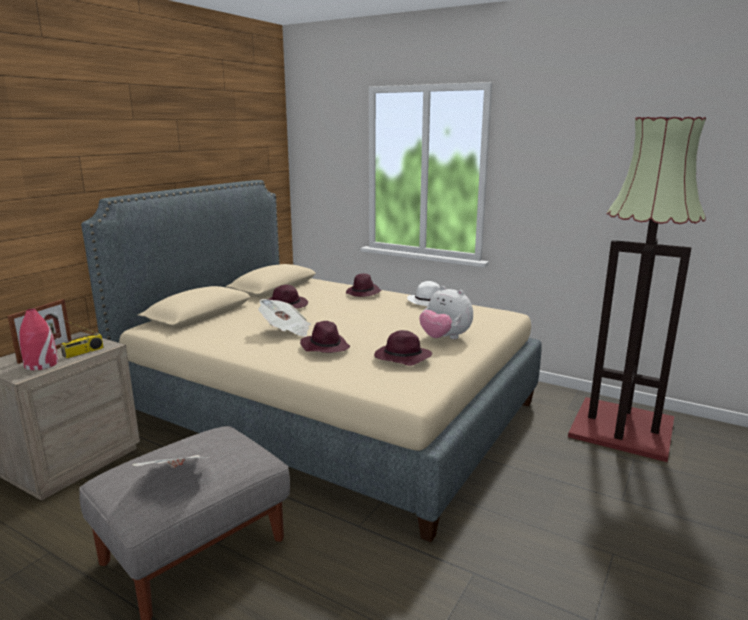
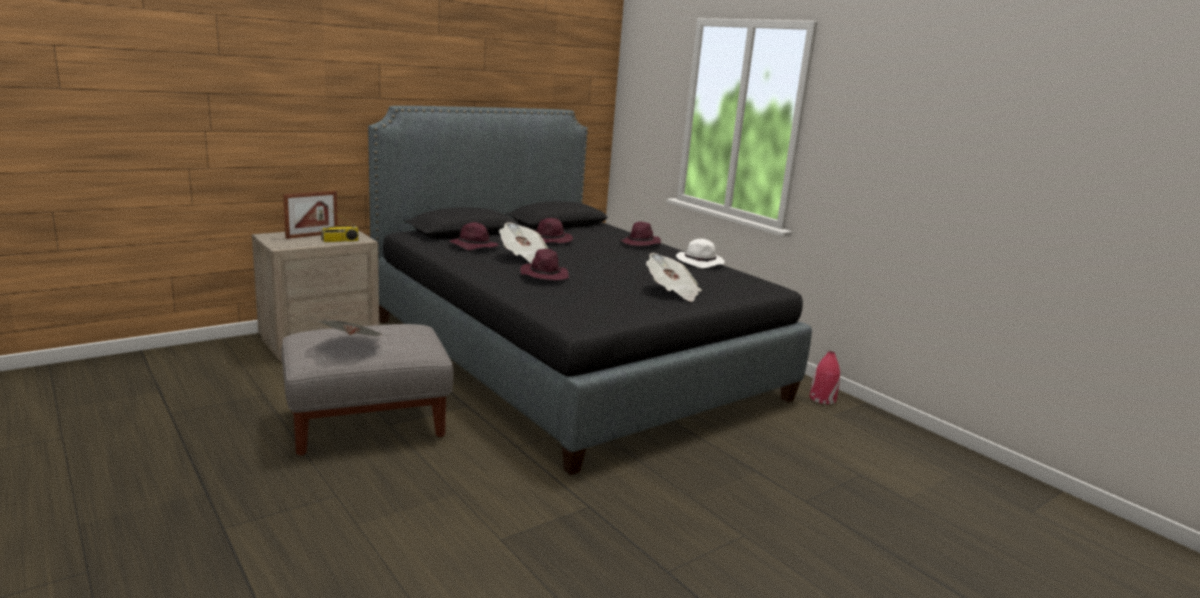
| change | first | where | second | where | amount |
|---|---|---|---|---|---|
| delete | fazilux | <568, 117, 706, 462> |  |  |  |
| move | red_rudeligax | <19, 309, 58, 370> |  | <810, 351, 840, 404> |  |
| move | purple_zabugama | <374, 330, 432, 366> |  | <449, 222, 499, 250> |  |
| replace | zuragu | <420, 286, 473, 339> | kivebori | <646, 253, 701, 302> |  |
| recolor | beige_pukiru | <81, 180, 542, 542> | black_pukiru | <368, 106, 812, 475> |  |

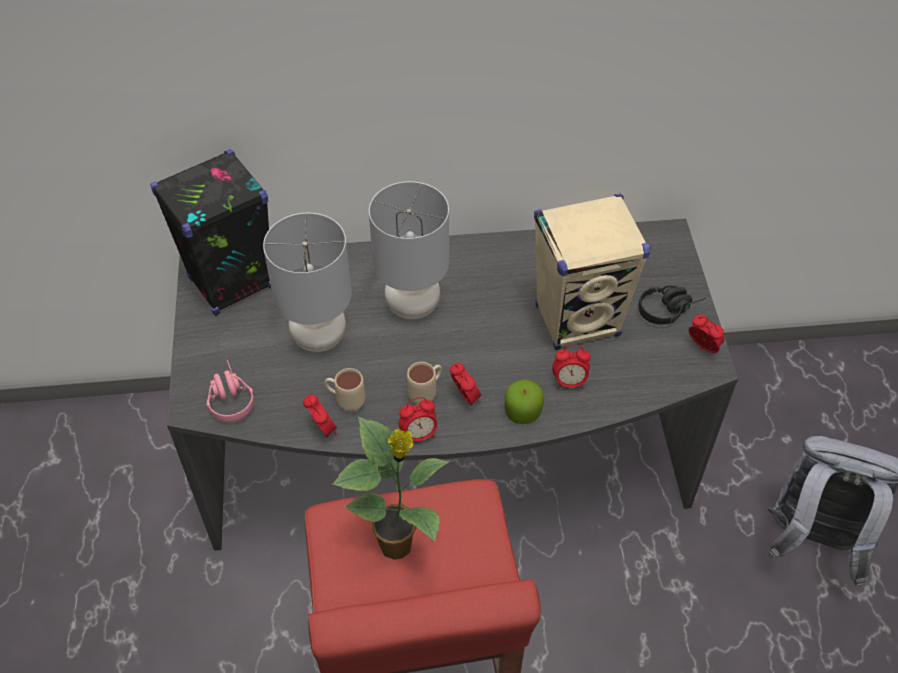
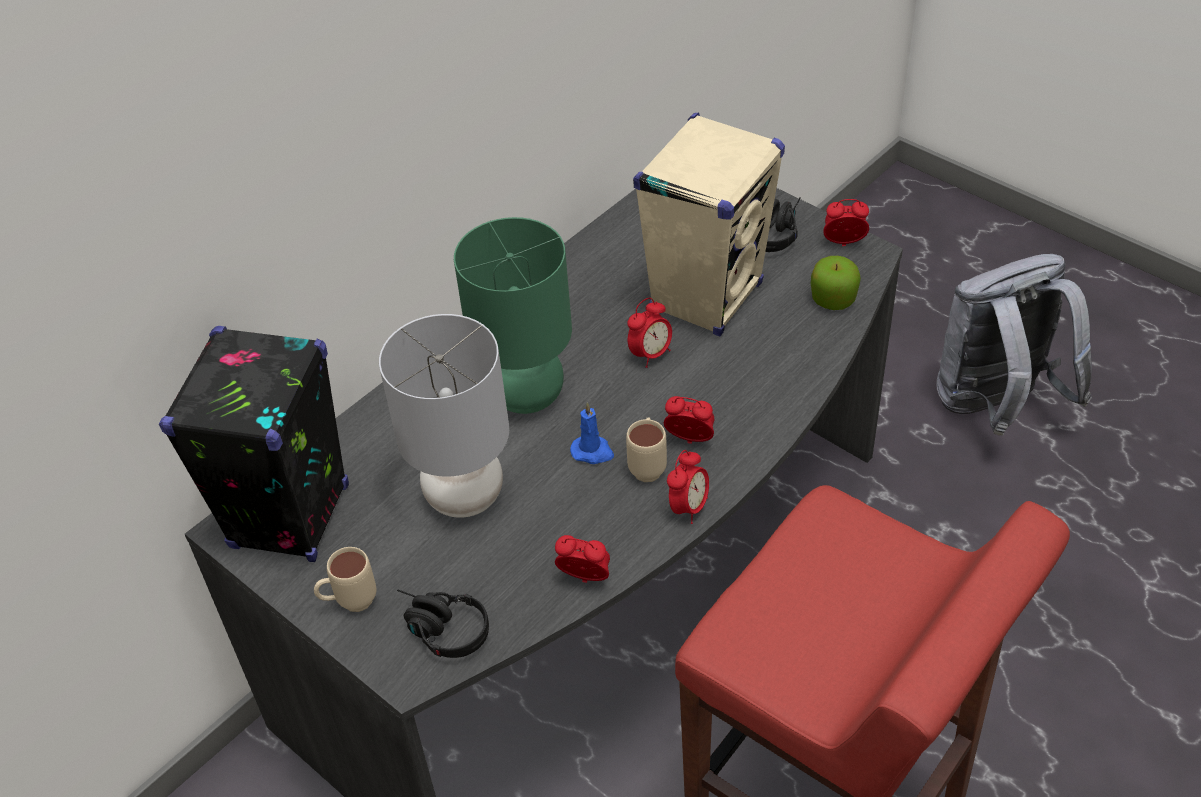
| change | first | where | second | where | amount |
|---|---|---|---|---|---|
| delete | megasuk | <331, 417, 450, 560> |  |  |  |
| insert |  |  | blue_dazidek | <570, 402, 614, 464> |  |
| move | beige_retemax | <325, 368, 365, 412> |  | <314, 547, 376, 612> |  |
| move | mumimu | <505, 379, 544, 424> |  | <811, 256, 861, 310> |  |
| move | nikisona | <552, 345, 591, 389> |  | <627, 298, 672, 368> |  |
| recolor | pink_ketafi | <206, 360, 254, 422> | black_ketafi | <397, 590, 489, 658> |  |
| recolor | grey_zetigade | <369, 181, 449, 319> | green_zetigade | <454, 217, 572, 414> |  |

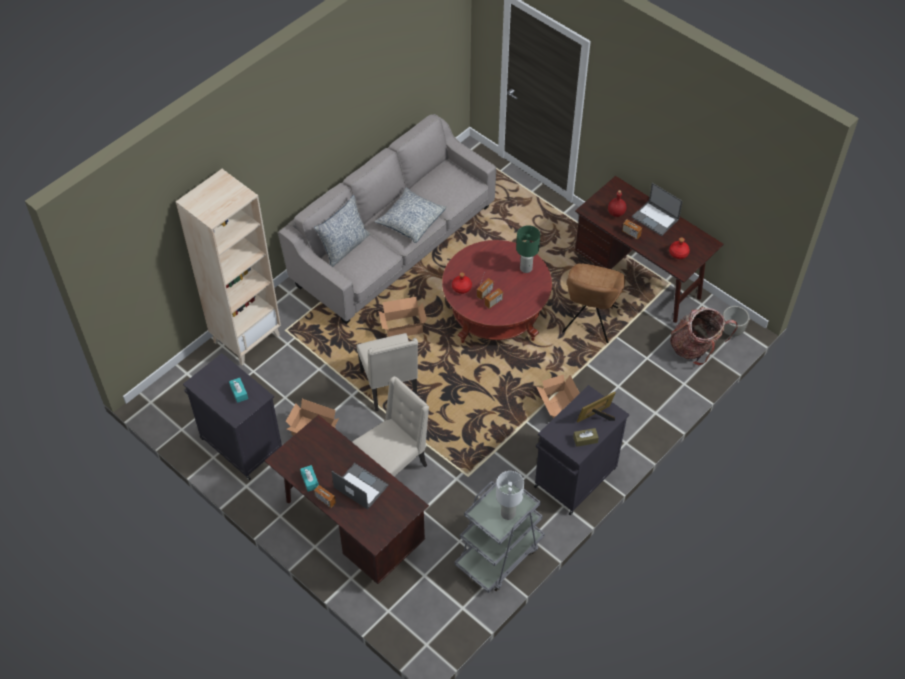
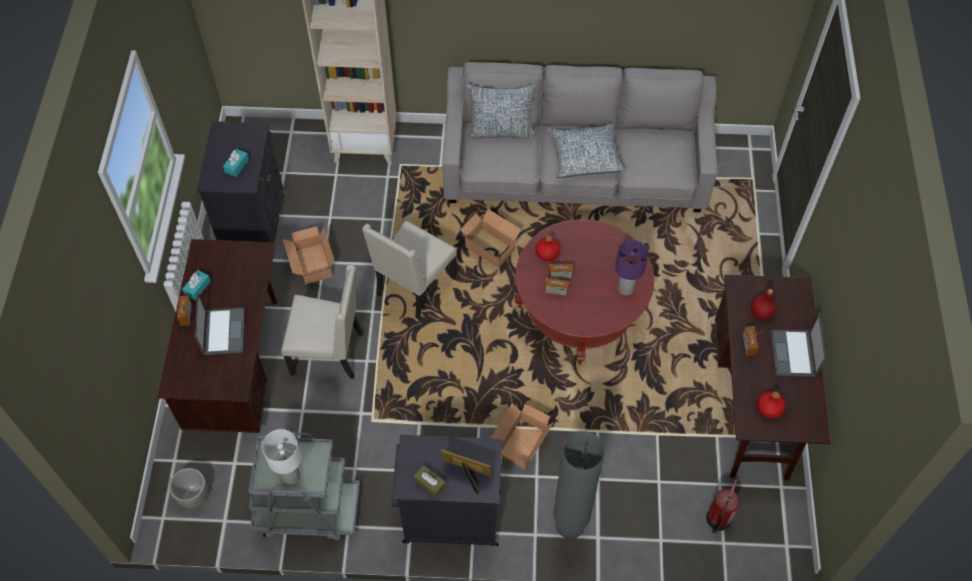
| change | first | where | second | where | amount |
|---|---|---|---|---|---|
| delete | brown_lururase | <562, 263, 625, 343> |  |  |  |
| insert |  |  | grey_fazilux | <553, 431, 605, 539> |  |
| move | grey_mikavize | <722, 306, 749, 336> |  | <169, 468, 208, 508> |  |
| replace | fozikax | <670, 307, 738, 366> | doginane | <706, 479, 740, 533> |  |
| recolor | green_zetigade | <516, 225, 540, 273> | purple_zetigade | <615, 240, 648, 295> |  |

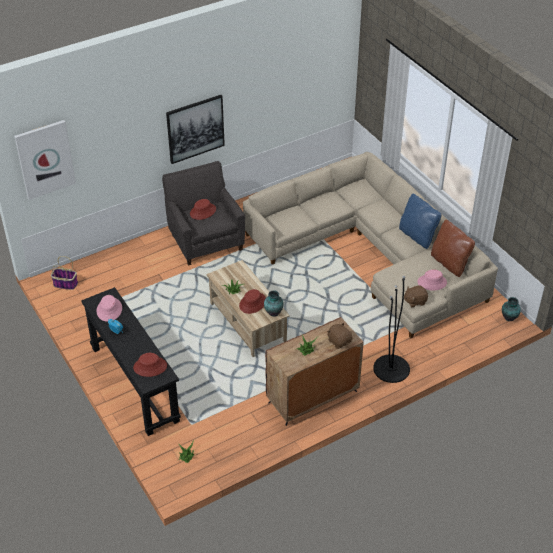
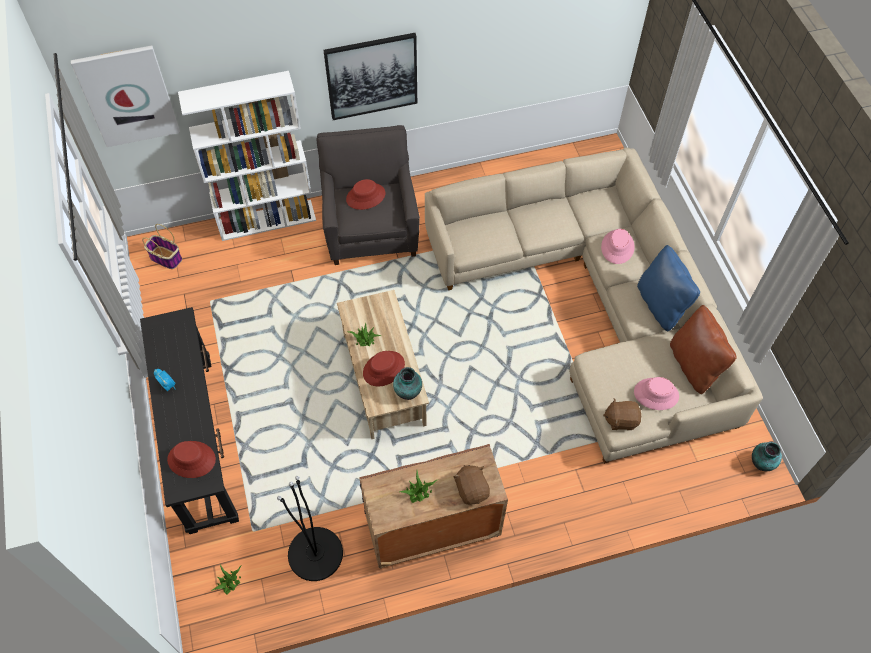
| change | first | where | second | where | amount |
|---|---|---|---|---|---|
| insert |  |  | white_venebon | <178, 71, 316, 241> |  |
| move | pink_zabugama | <96, 295, 122, 322> |  | <601, 229, 635, 264> |  |
| move | black_fazilux | <373, 276, 410, 383> |  | <277, 476, 343, 581> |  |

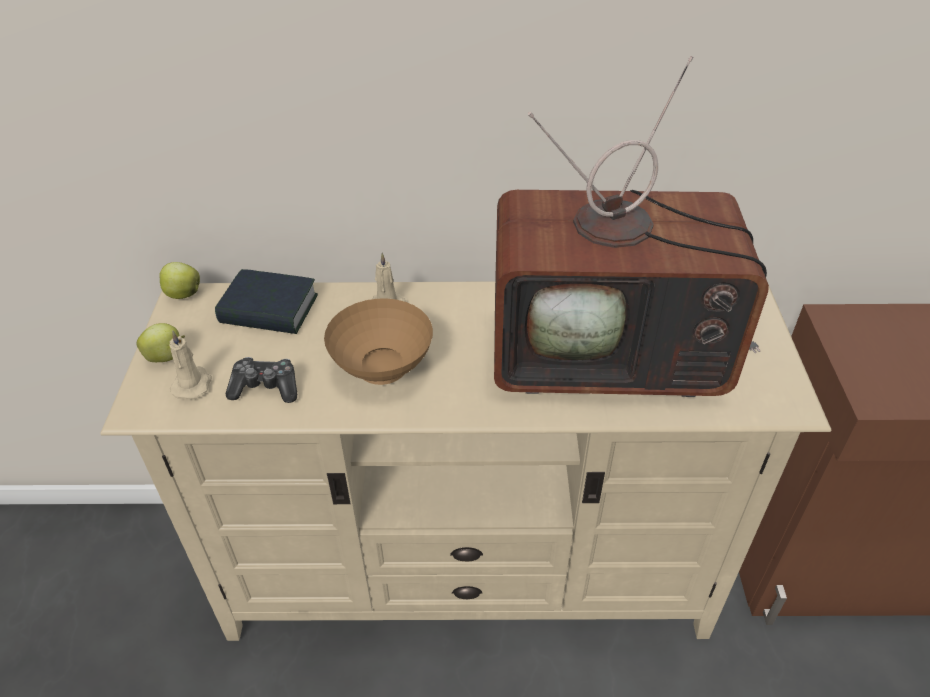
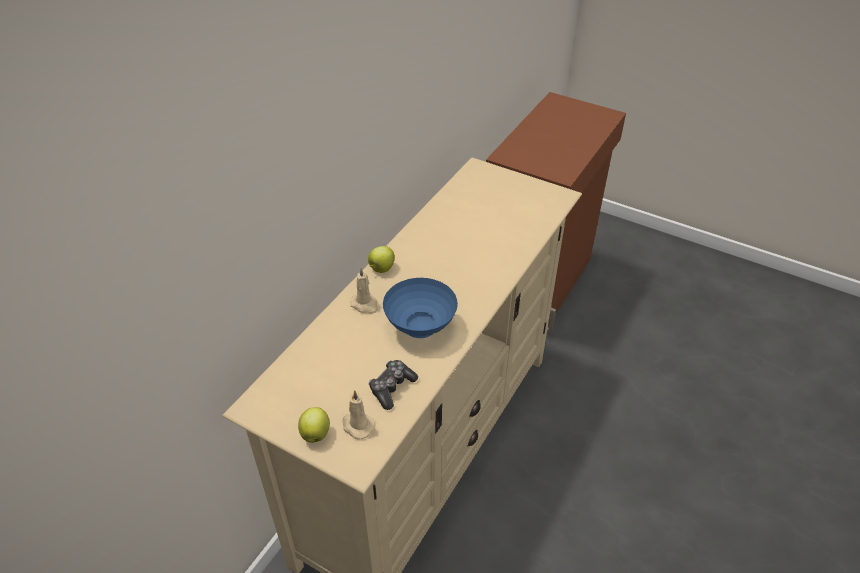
| change | first | where | second | where | amount |
|---|---|---|---|---|---|
| delete | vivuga | <215, 269, 318, 334> |  |  |  |
| delete | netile | <494, 56, 769, 397> |  |  |  |
| move | mumimu | <159, 262, 200, 299> |  | <368, 246, 395, 273> |  |
| recolor | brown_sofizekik | <324, 298, 433, 385> | blue_sofizekik | <383, 278, 458, 338> |  |

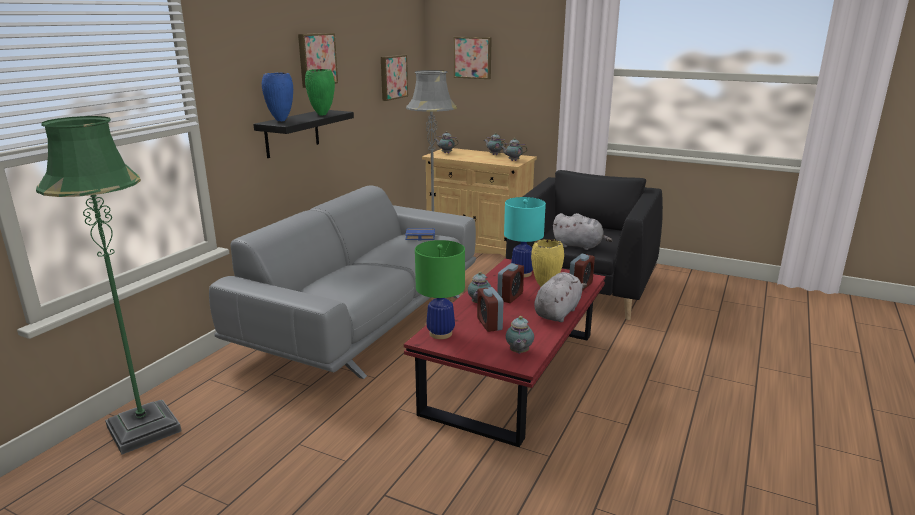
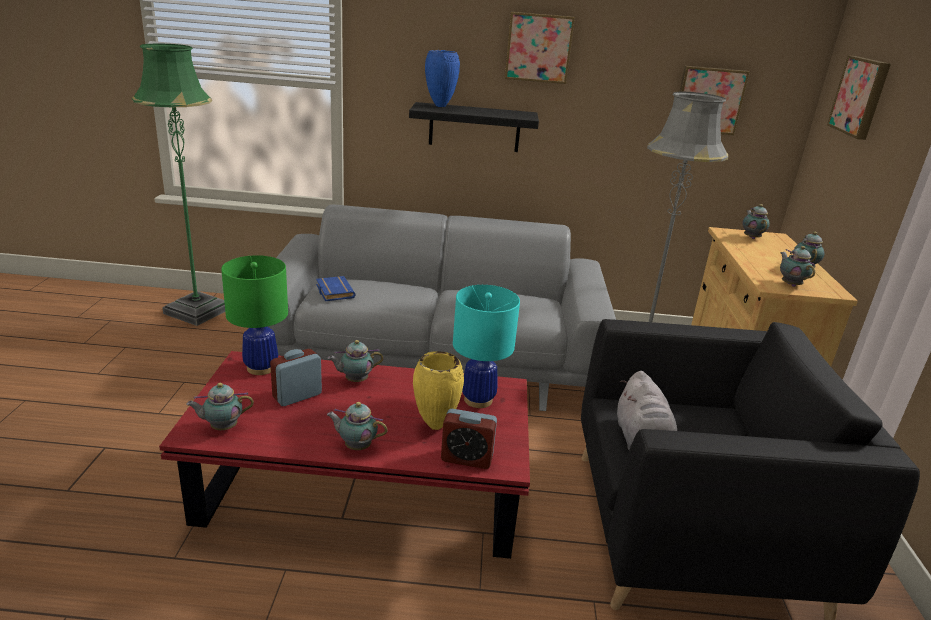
| change | first | where | second | where | amount |
|---|---|---|---|---|---|
| delete | green_rudeligax | <305, 69, 335, 116> |  |  |  |
| delete | nikisona | <497, 263, 524, 303> |  |  |  |
| move | blue_vivuga | <405, 228, 435, 241> |  | <316, 276, 356, 301> |  |
| replace | grey_zuragu | <534, 272, 587, 322> | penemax | <327, 402, 388, 450> |  |

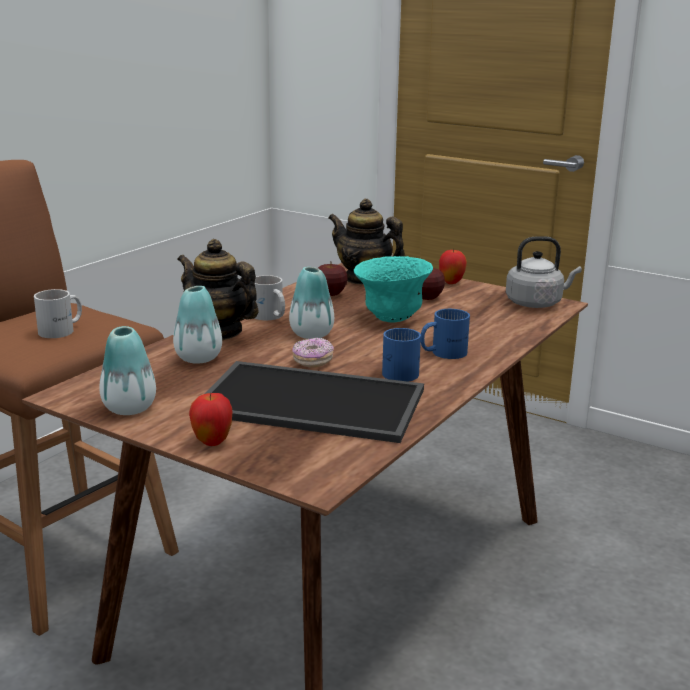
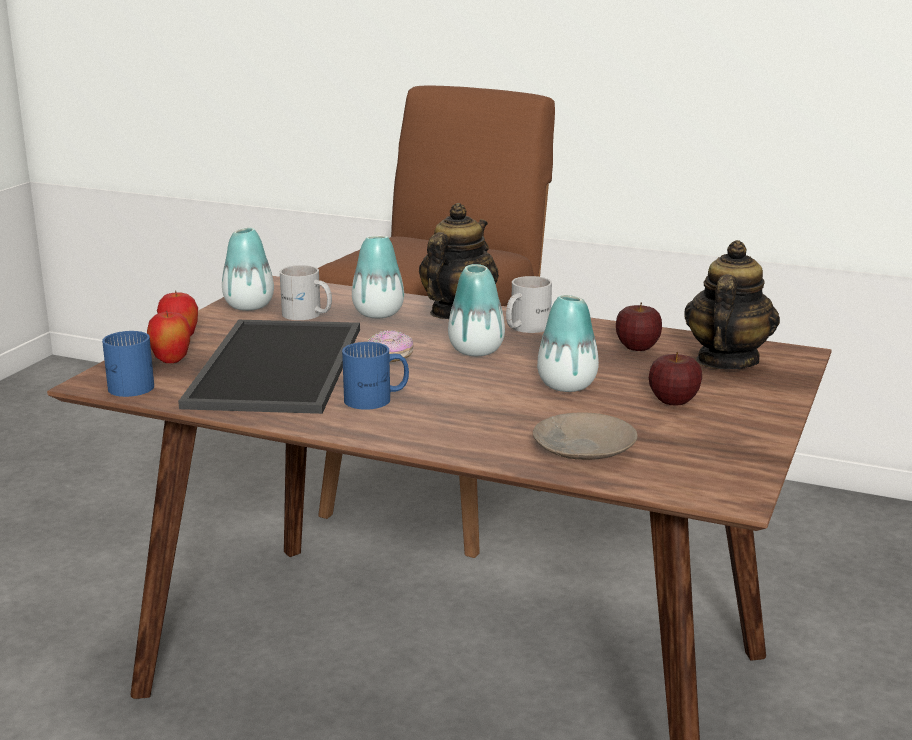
| change | first | where | second | where | amount |
|---|---|---|---|---|---|
| delete | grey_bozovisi | <506, 236, 582, 308> |  |  |  |
| insert |  |  | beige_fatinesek | <533, 413, 637, 460> |  |
| move | white_retemax | <34, 289, 82, 338> |  | <280, 265, 332, 320> |  |
| move | blue_retemax | <421, 309, 470, 359> |  | <102, 331, 154, 397> |  |
| move | mumimu | <439, 248, 467, 284> |  | <147, 310, 191, 363> |  |
| replace | turquoise_sofizekik | <354, 256, 433, 323> | rudeligax | <537, 295, 599, 392> |  |

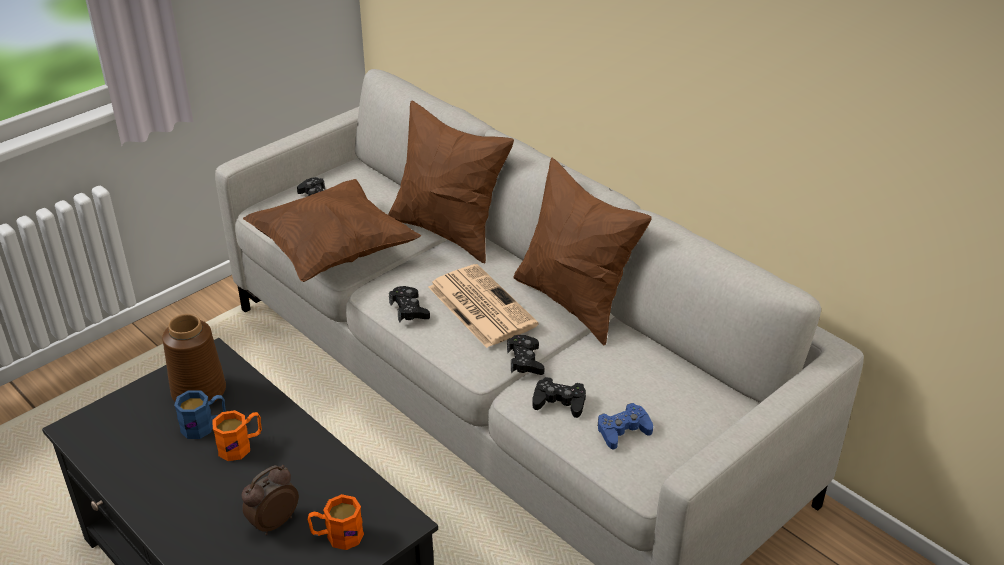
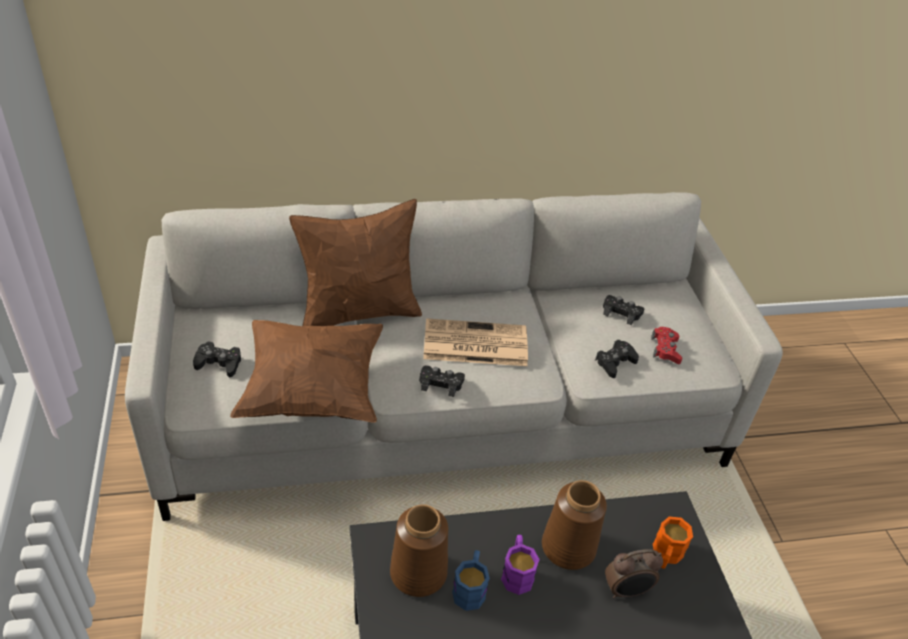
| change | first | where | second | where | amount |
|---|---|---|---|---|---|
| delete | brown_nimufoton | <514, 158, 652, 346> |  |  |  |
| insert |  |  | brown_rudeligax | <542, 480, 607, 570> |  |
| move | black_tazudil | <507, 335, 544, 375> |  | <603, 295, 644, 325> |  |
| recolor | orange_retemax | <213, 410, 262, 461> | purple_retemax | <501, 535, 540, 595> |  |
| recolor | blue_tazudil | <598, 403, 653, 450> | red_tazudil | <651, 327, 682, 364> |  |
| rotate | nikisona | <242, 465, 299, 535> |  | <605, 549, 663, 599> | 90 degrees counterclockwise |

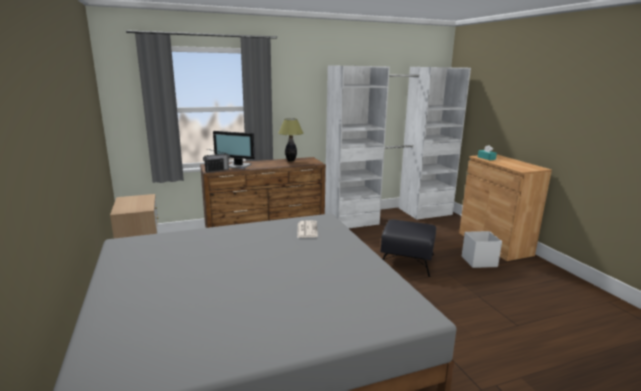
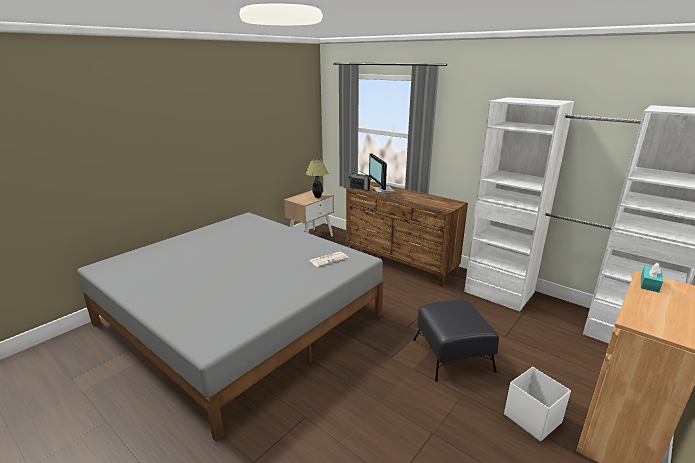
| change | first | where | second | where | amount |
|---|---|---|---|---|---|
| move | zetigade | <278, 118, 304, 161> |  | <306, 160, 328, 198> |  |

